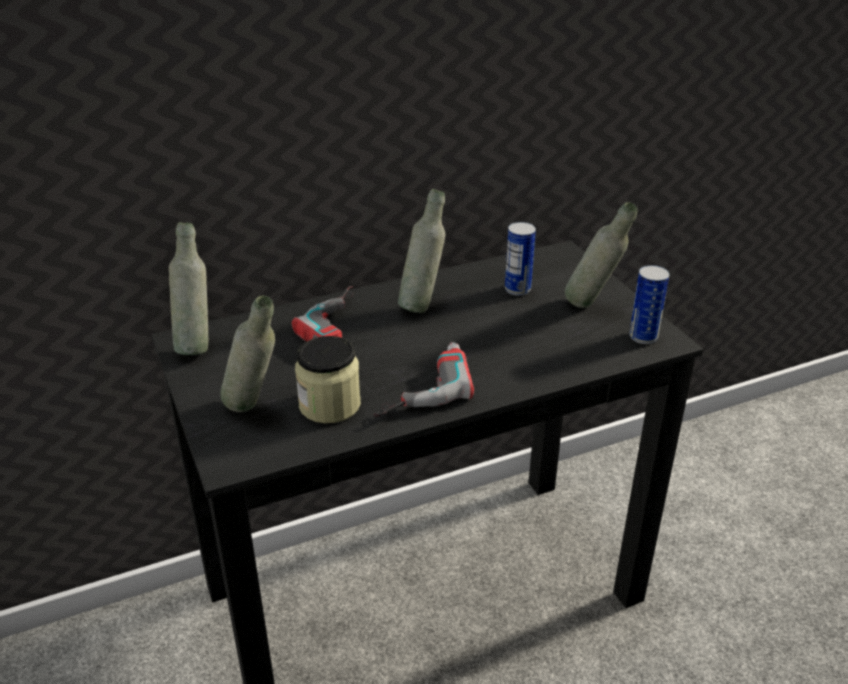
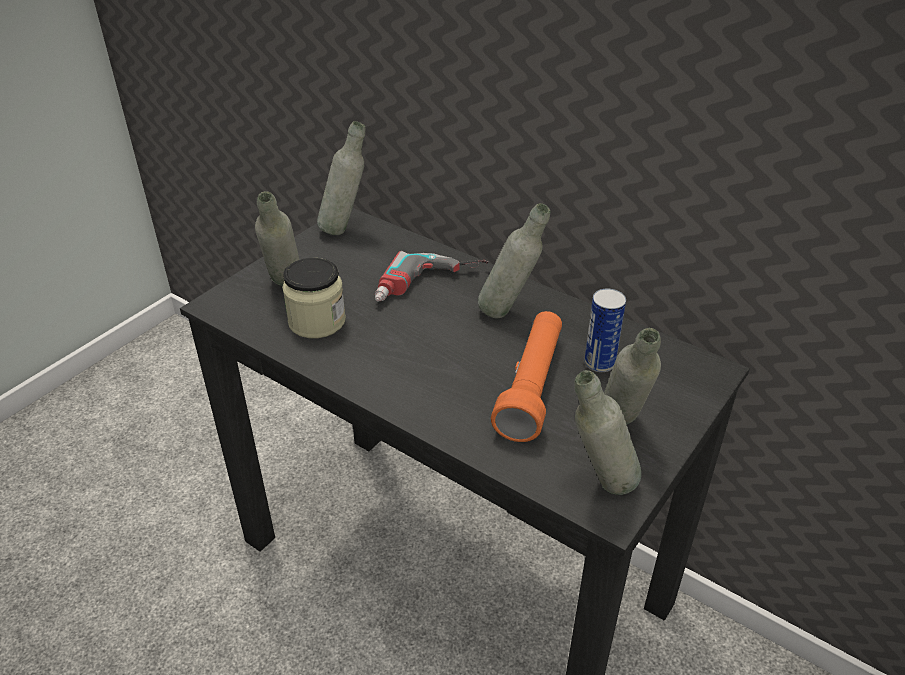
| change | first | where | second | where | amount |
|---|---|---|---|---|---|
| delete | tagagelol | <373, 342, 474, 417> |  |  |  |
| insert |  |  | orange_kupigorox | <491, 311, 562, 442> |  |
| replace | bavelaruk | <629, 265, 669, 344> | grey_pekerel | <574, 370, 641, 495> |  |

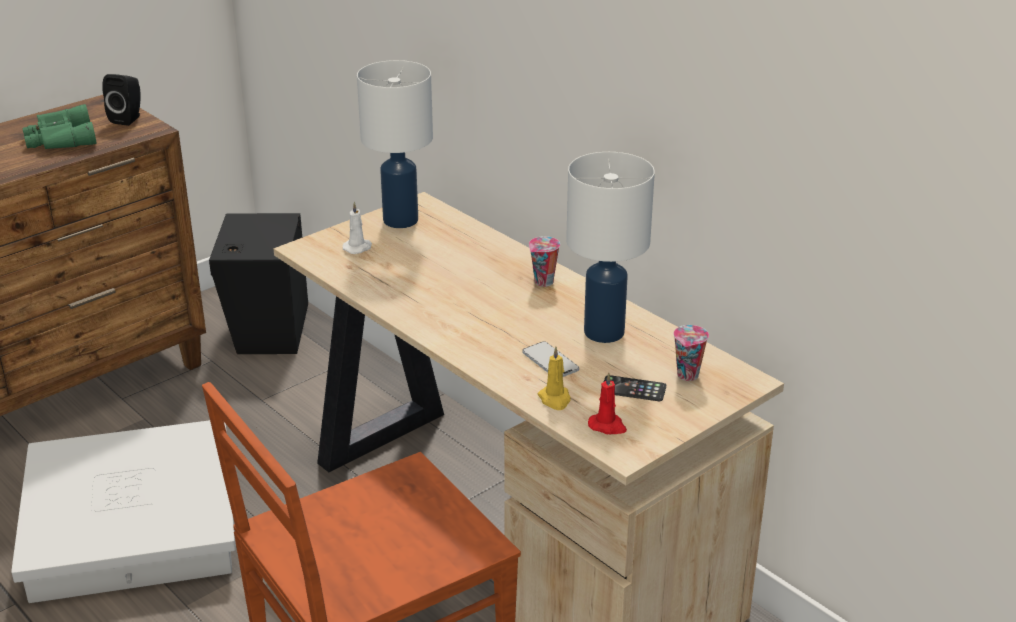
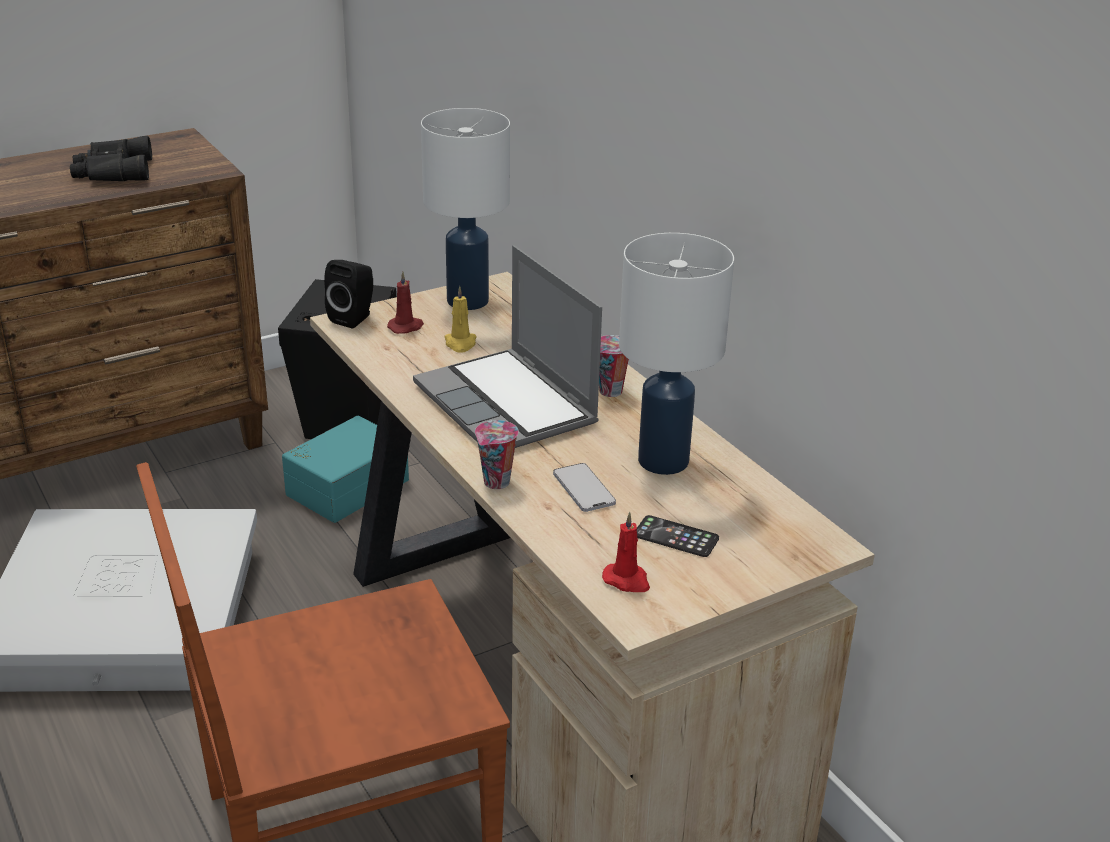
| change | first | where | second | where | amount |
|---|---|---|---|---|---|
| insert |  |  | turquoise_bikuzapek | <282, 416, 409, 523> |  |
| insert |  |  | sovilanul | <413, 245, 602, 448> |  |
| move | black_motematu | <102, 74, 141, 126> |  | <324, 260, 373, 328> |  |
| move | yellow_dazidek | <538, 347, 571, 410> |  | <445, 286, 477, 353> |  |
| move | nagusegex | <673, 325, 709, 381> |  | <475, 420, 519, 489> |  |
| recolor | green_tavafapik | <22, 104, 97, 149> | black_tavafapik | <70, 136, 152, 181> |  |
| recolor | white_dazidek | <343, 202, 372, 254> | red_dazidek | <387, 271, 424, 334> |  |

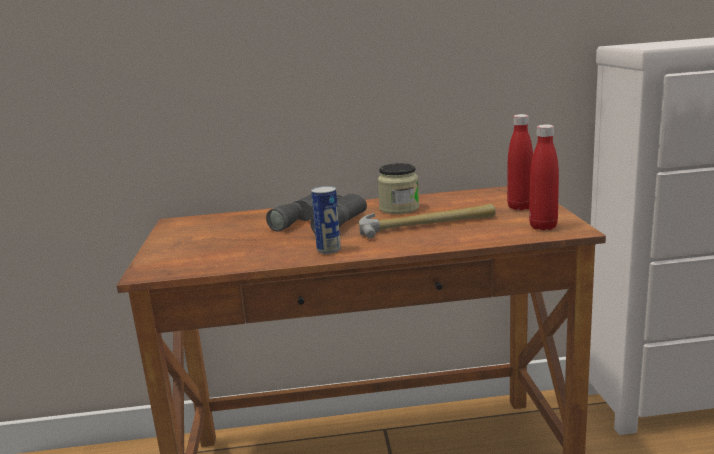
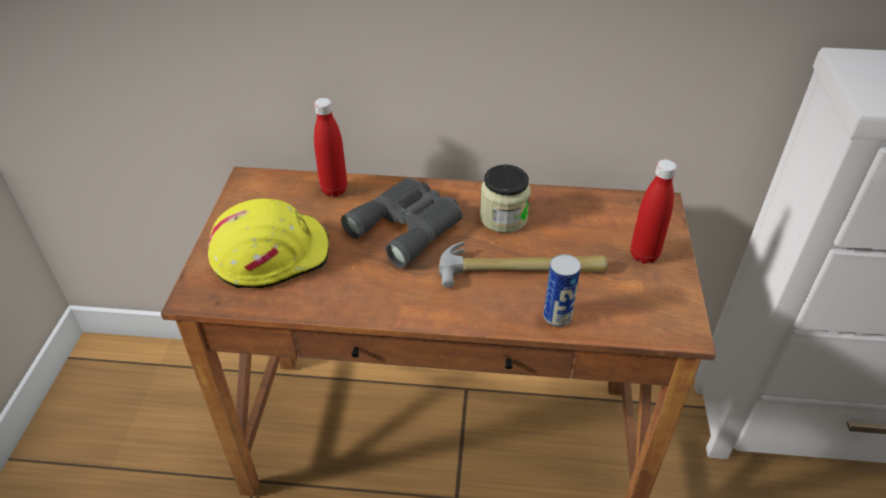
| change | first | where | second | where | amount |
|---|---|---|---|---|---|
| insert |  |  | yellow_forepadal | <208, 199, 329, 288> |  |
| move | bavelaruk | <311, 186, 341, 254> |  | <543, 254, 581, 327> |  |
| move | red_pekerel | <529, 124, 559, 230> |  | <314, 98, 347, 197> |  |

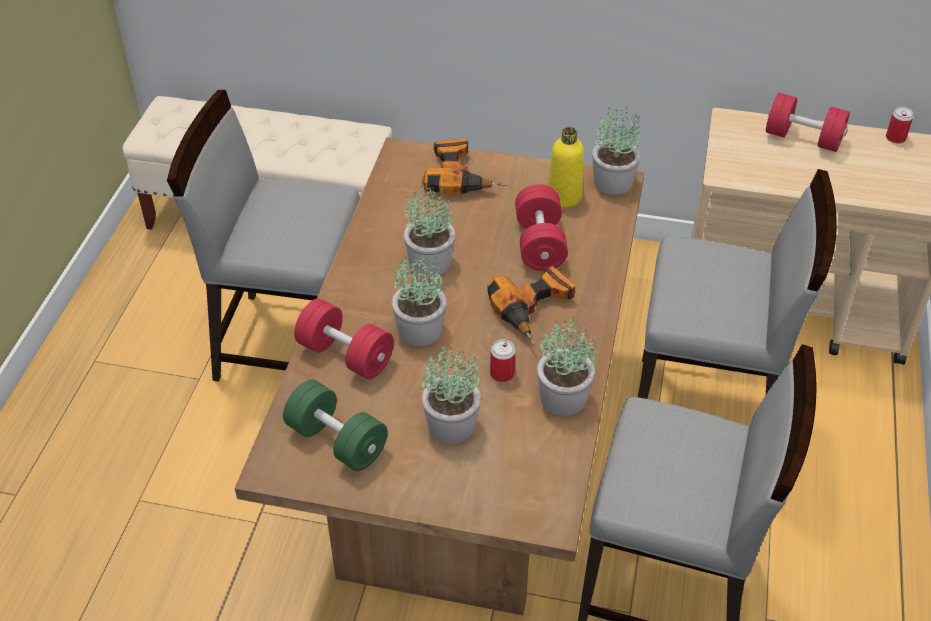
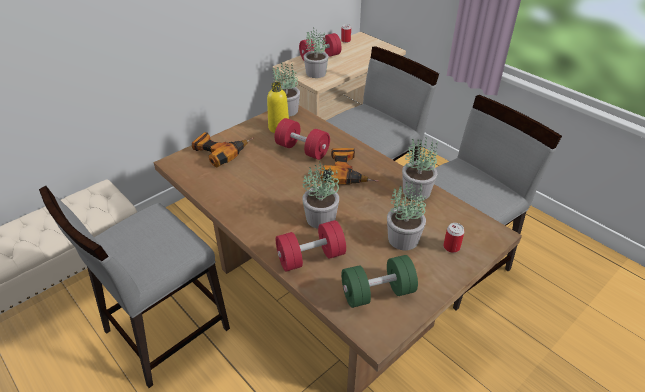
| change | first | where | second | where | amount |
|---|---|---|---|---|---|
| move | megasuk | <404, 184, 455, 277> |  | <304, 27, 328, 78> |  |
| move | bavelaruk | <490, 339, 516, 382> |  | <443, 223, 465, 253> |  |

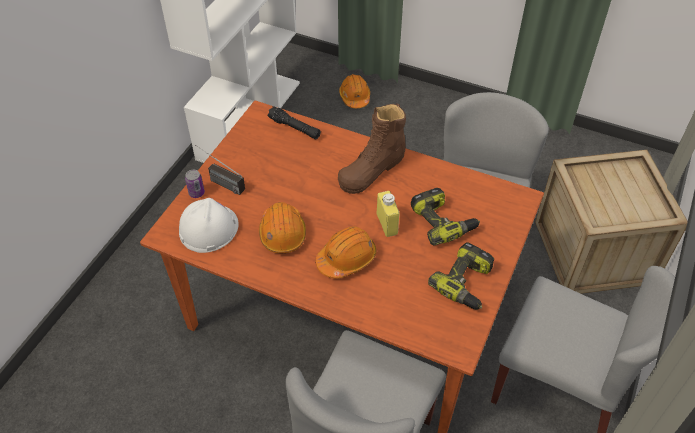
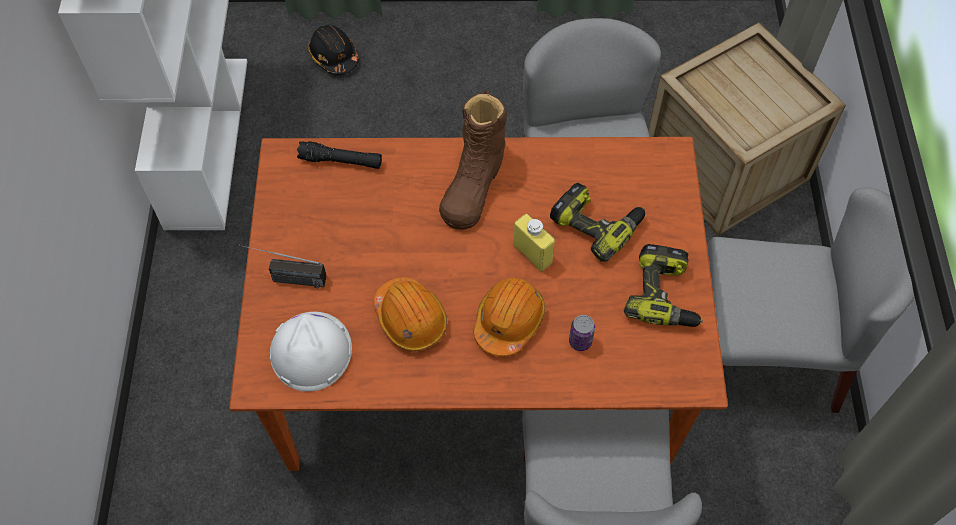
| change | first | where | second | where | amount |
|---|---|---|---|---|---|
| move | bavelaruk | <185, 170, 205, 198> |  | <569, 315, 595, 351> |  |
| recolor | orange_forepadal | <339, 74, 370, 108> | black_forepadal | <308, 25, 359, 75> |  |

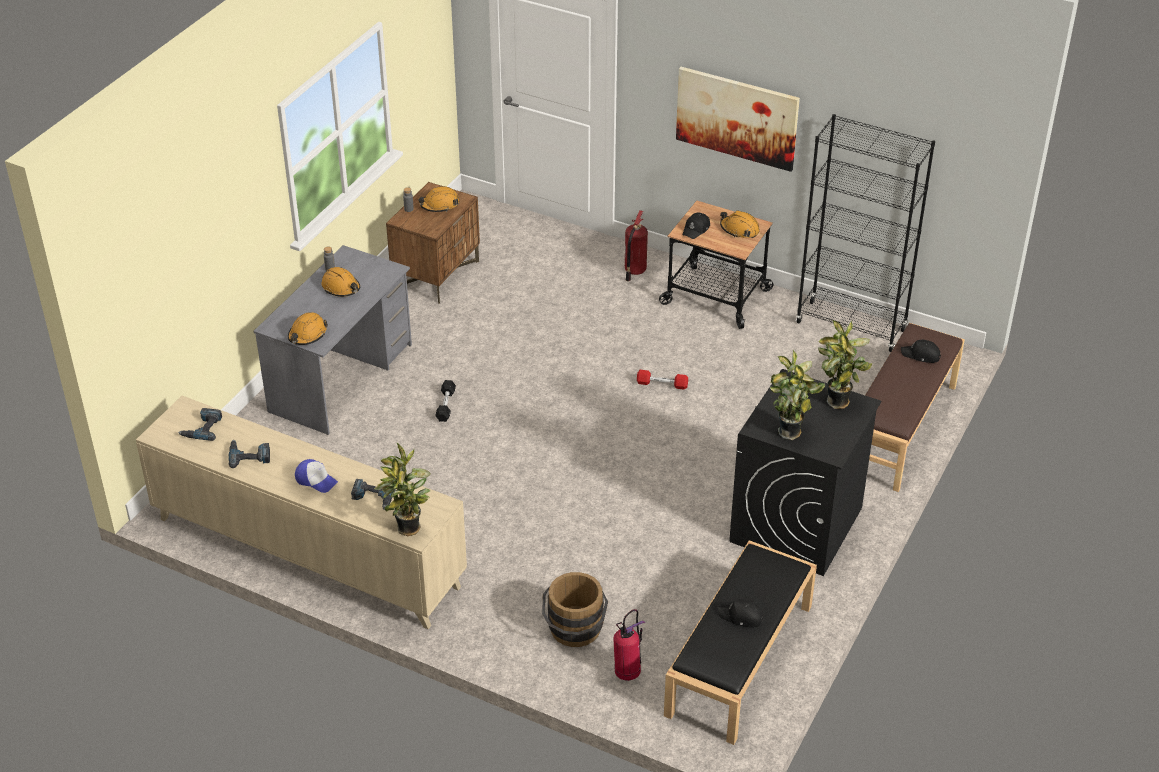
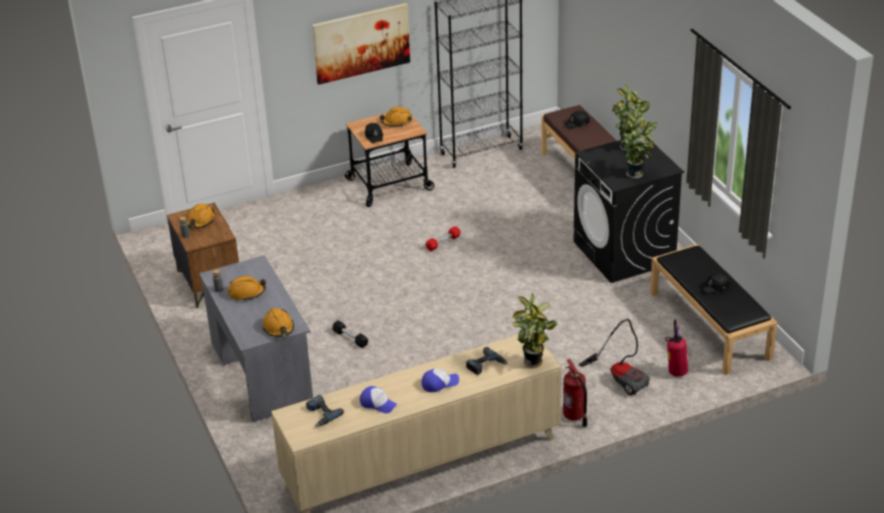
| change | first | where | second | where | amount |
|---|---|---|---|---|---|
| move | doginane | <625, 210, 648, 282> |  | <563, 359, 587, 427> |  |
| replace | tagagelol | <228, 440, 270, 468> | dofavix | <360, 386, 397, 413> |  |
| replace | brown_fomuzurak | <542, 572, 608, 647> | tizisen | <579, 319, 650, 396> |  |

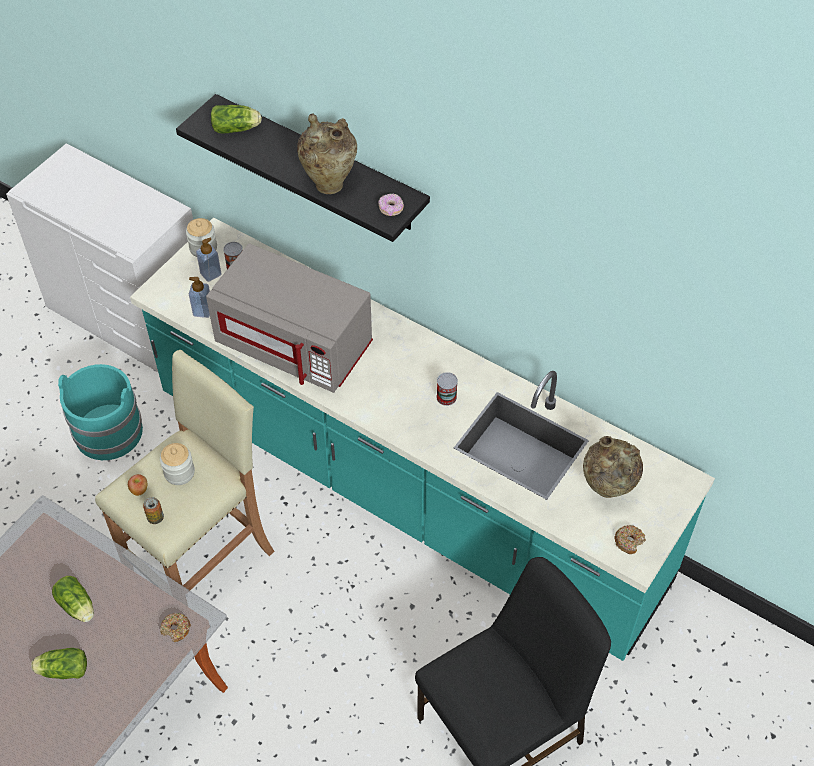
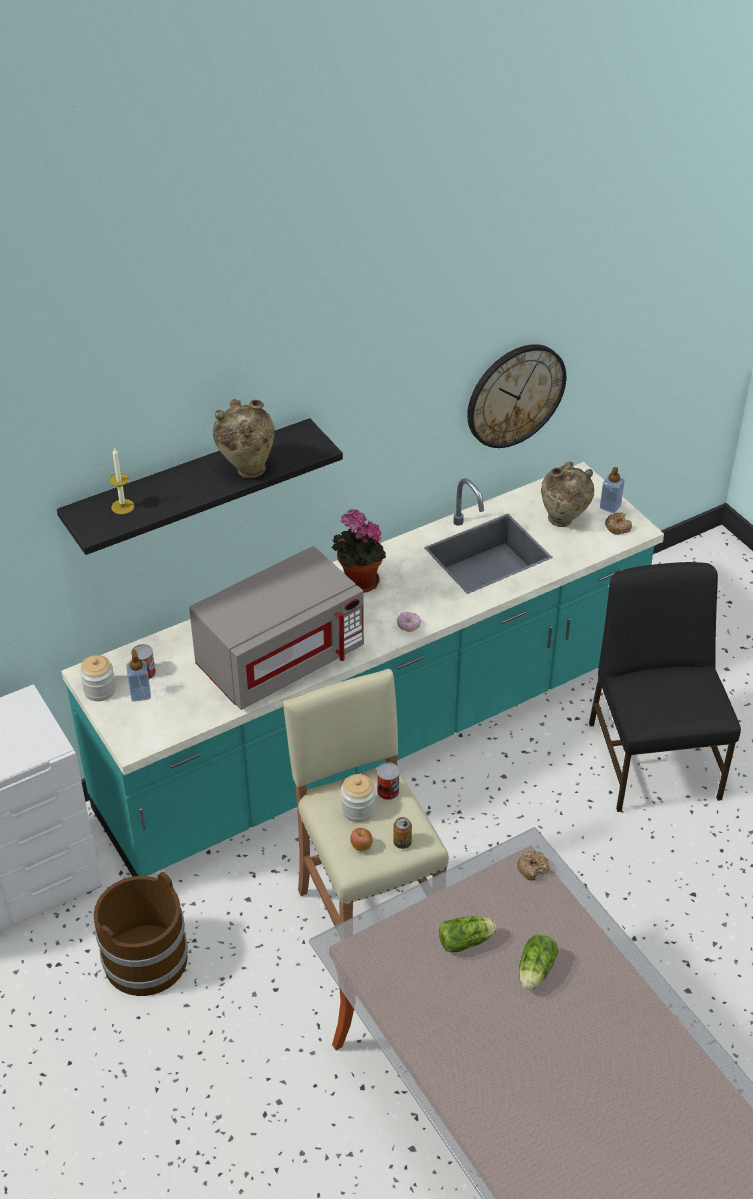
| change | first | where | second | where | amount |
|---|---|---|---|---|---|
| insert |  |  | megasuk | <332, 509, 386, 593> |  |
| insert |  |  | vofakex | <467, 344, 566, 448> |  |
| move | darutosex | <189, 277, 210, 318> |  | <600, 467, 625, 513> |  |
| move | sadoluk | <379, 193, 404, 216> |  | <397, 612, 421, 632> |  |
| move | bavelaruk | <436, 372, 458, 406> |  | <377, 762, 400, 800> |  |
| replace | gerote | <211, 105, 262, 133> | dazidek | <109, 448, 135, 514> |  |
| recolor | turquoise_fomuzurak | <58, 364, 143, 460> | brown_fomuzurak | <94, 872, 188, 996> |  |

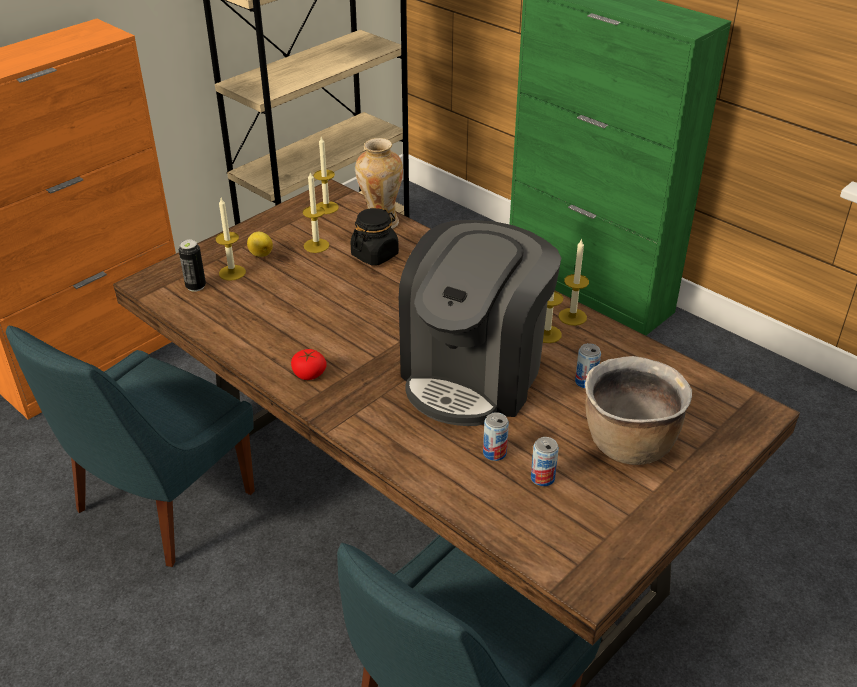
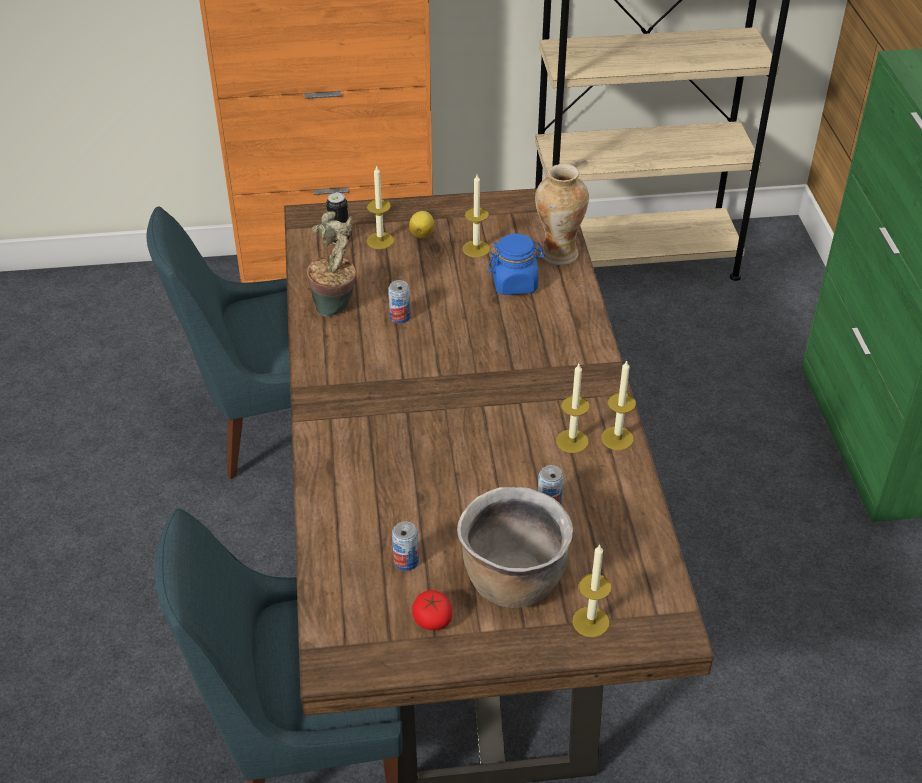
| change | first | where | second | where | amount |
|---|---|---|---|---|---|
| delete | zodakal | <399, 220, 561, 426> |  |  |  |
| insert |  |  | megasuk | <307, 211, 356, 317> |  |
| move | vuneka | <291, 349, 327, 380> |  | <412, 590, 452, 630> |  |
| move | dazidek | <314, 137, 339, 214> |  | <572, 544, 611, 637> |  |
| move | bavelaruk | <483, 412, 509, 461> |  | <388, 280, 411, 323> |  |
| recolor | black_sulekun | <350, 208, 399, 266> | blue_sulekun | <488, 234, 545, 295> |  |

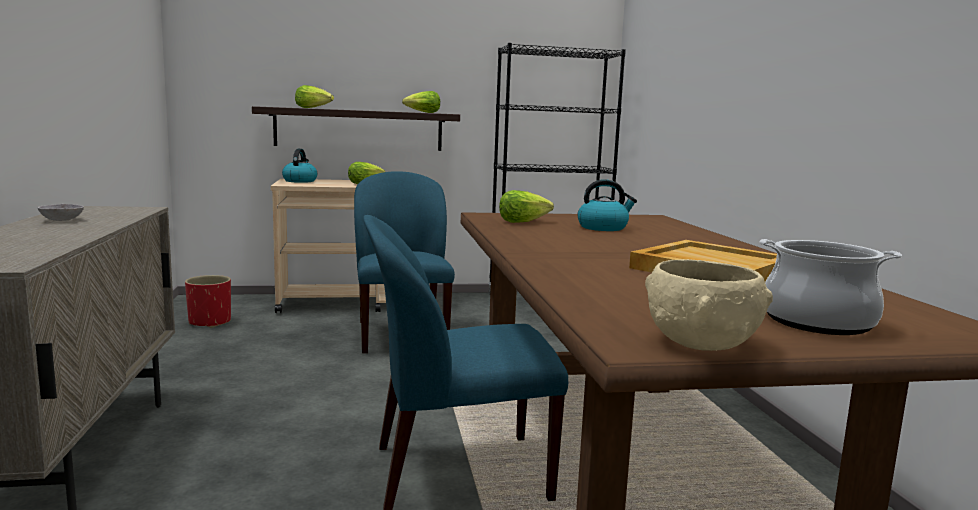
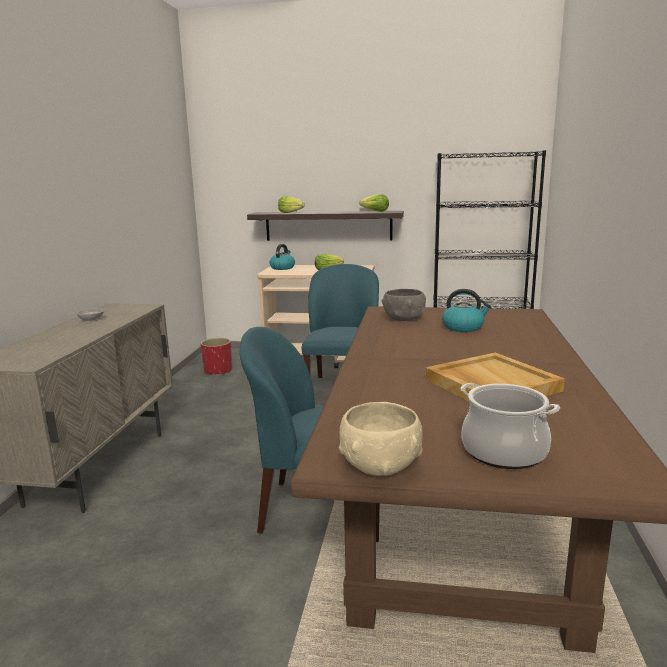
| change | first | where | second | where | amount |
|---|---|---|---|---|---|
| replace | gerote | <499, 190, 554, 223> | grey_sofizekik | <381, 289, 426, 321> |  |

